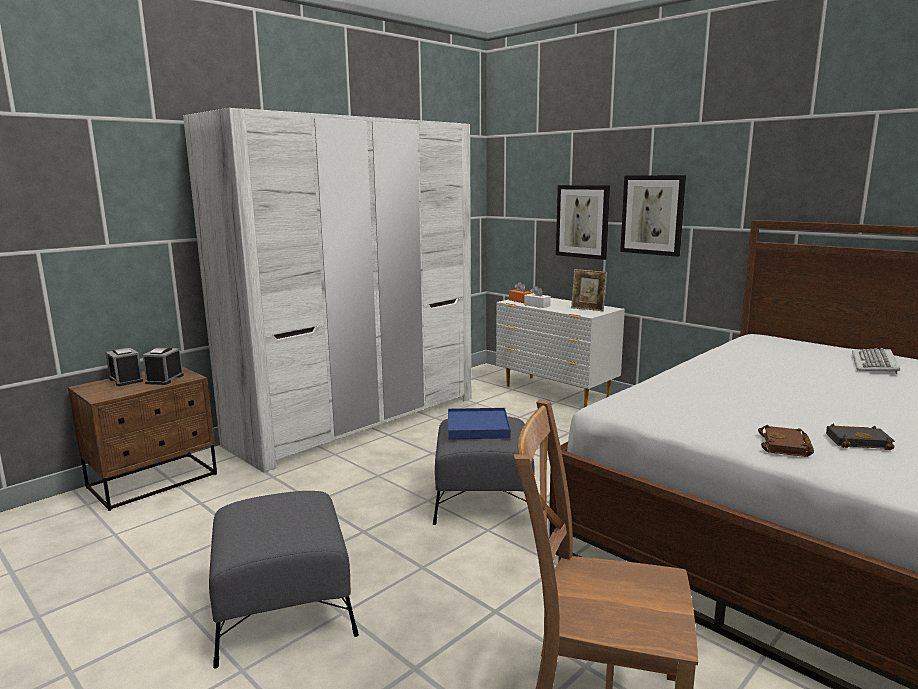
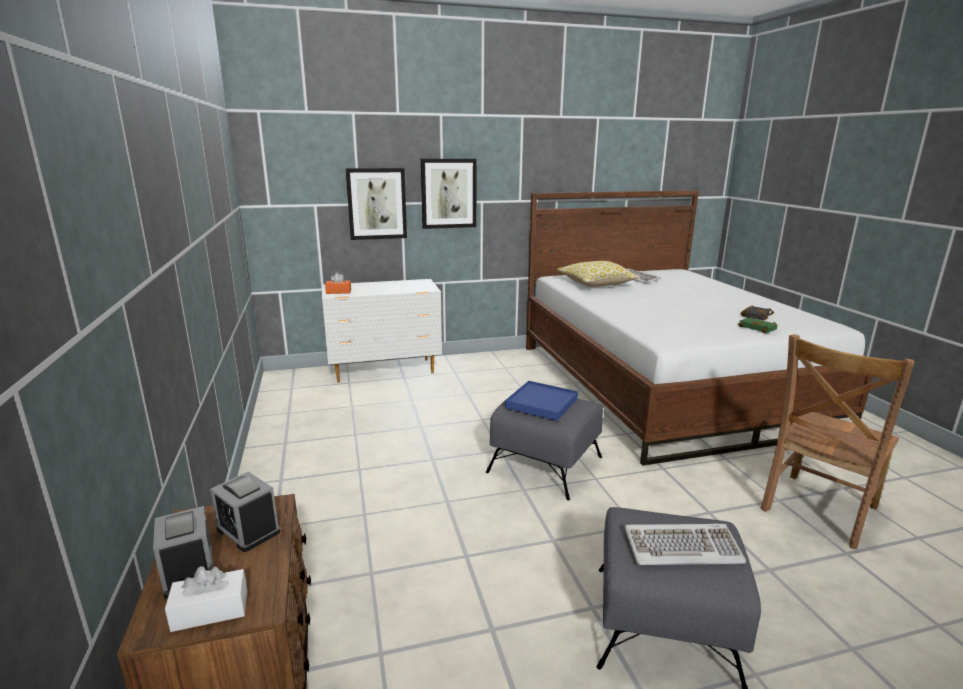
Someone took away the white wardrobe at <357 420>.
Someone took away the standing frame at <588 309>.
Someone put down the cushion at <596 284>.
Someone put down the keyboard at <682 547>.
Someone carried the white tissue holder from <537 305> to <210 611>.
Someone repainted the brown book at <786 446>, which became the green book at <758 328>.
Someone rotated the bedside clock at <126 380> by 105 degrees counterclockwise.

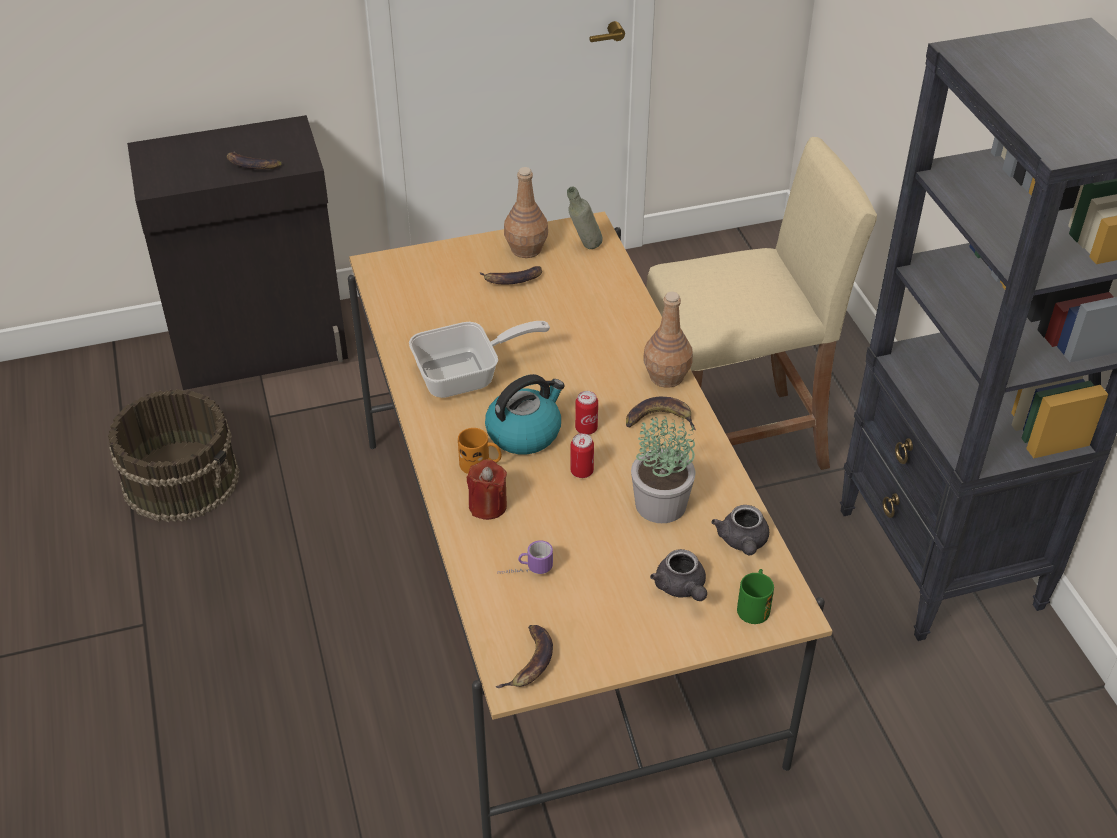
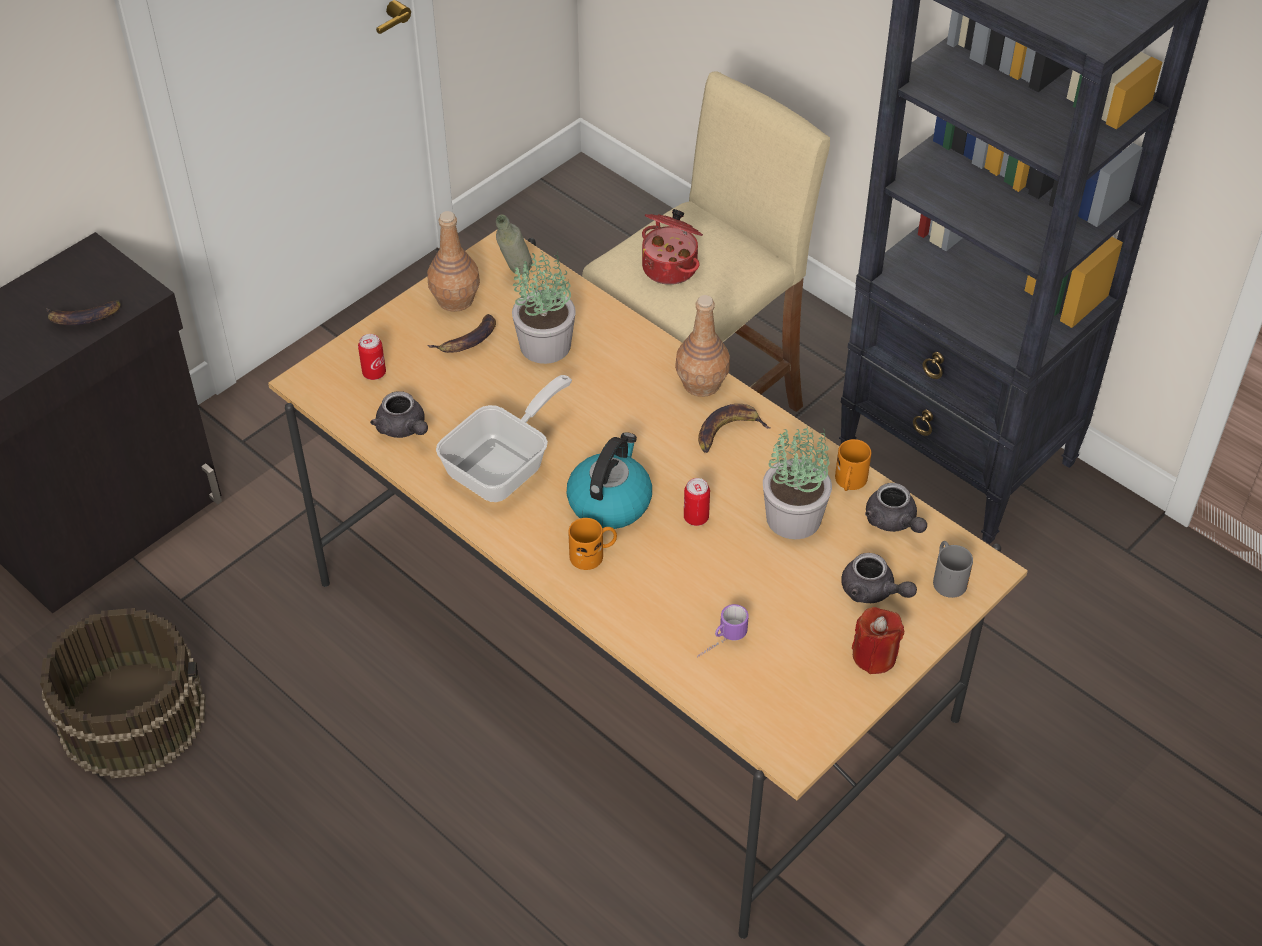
Someone took away the banana at <530 662>.
Someone put down the grey tea pot at <403 429>.
Someone put down the houseplant at <545 344>.
Someone put down the cooking pot at <671 267>.
Someone put down the orangey tea mug at <850 483>.
Someone carried the red candle from <488 506> to <874 656>.
Someone carried the can from <586 428> to <374 373>.
Someone repainted the green tea mug at <754 605>, which became the grey tea mug at <946 578>.

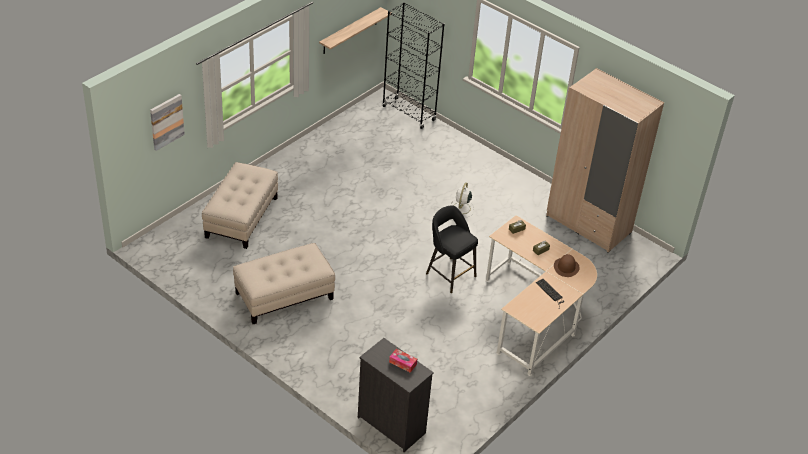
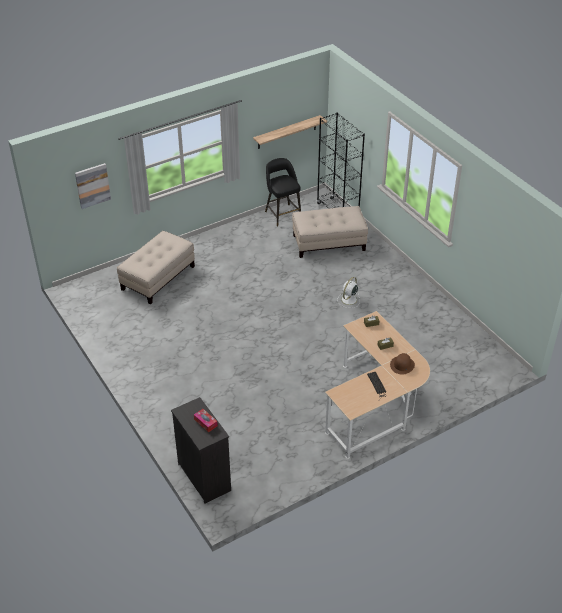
Someone took away the beige-coloured wardrobe at <588 224>.
Someone carried the beige-coloured footrest from <284 296> to <329 243>.
Someone carried the black stool from <449 274> to <282 214>.

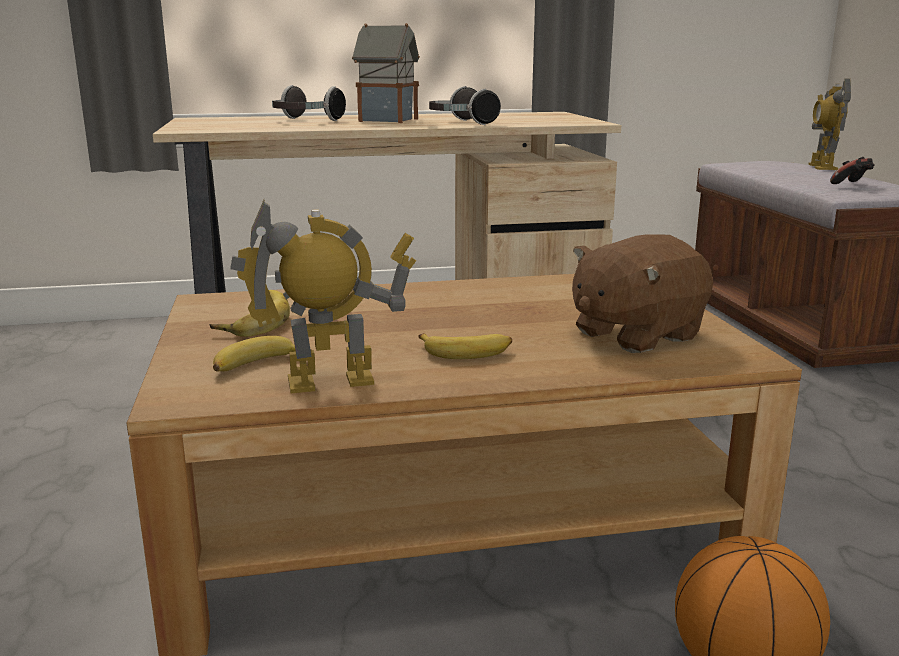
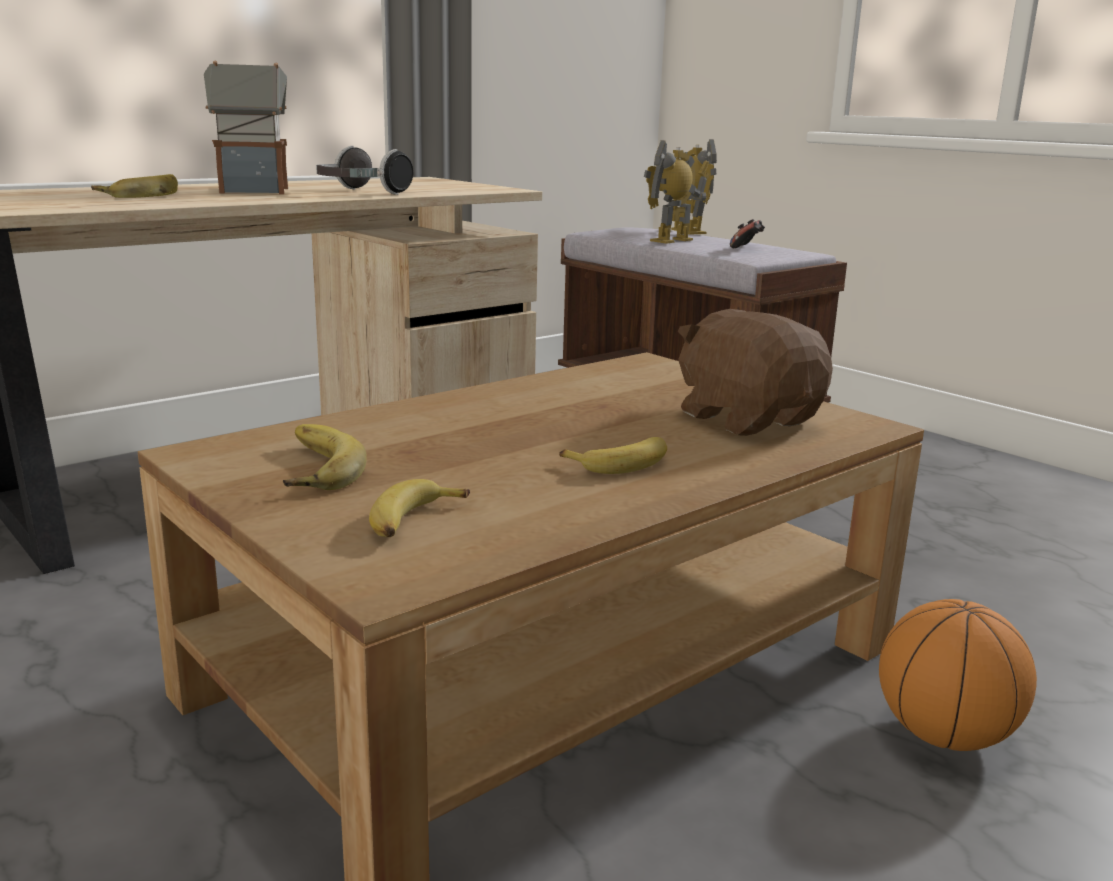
Someone carried the robot figure from <330 382> to <672 240>.
Someone swapped the pair of headphones at <305 121> for the banana at <140 194>.
Someone rotated the brown cuddly toy at <635 334> by 120 degrees clockwise.

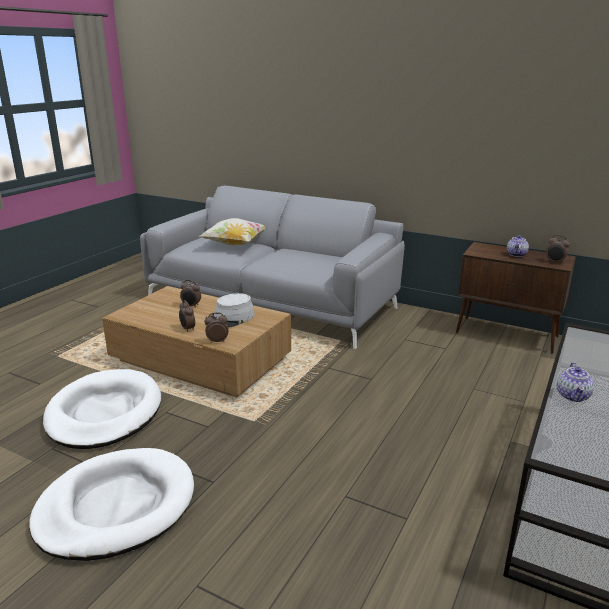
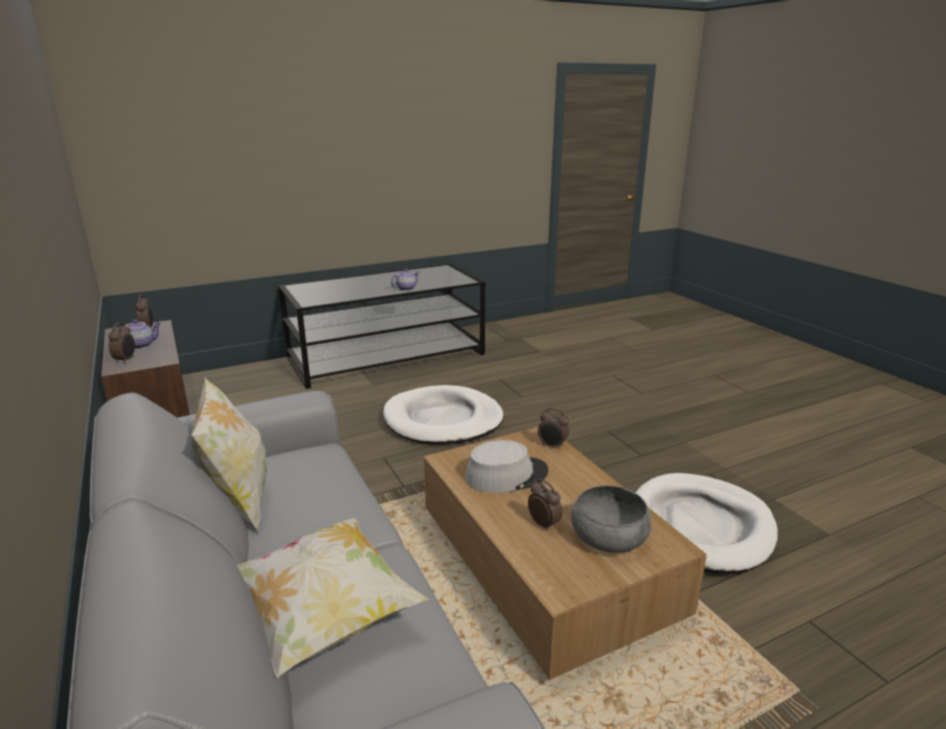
Someone put down the cushion at <239 499>.
Someone put down the grey serving bowl at <608 535>.
Someone carried the white dog cushion from <116 507> to <443 420>.
Someone carried the bedside clock from <187 329> to <126 360>.

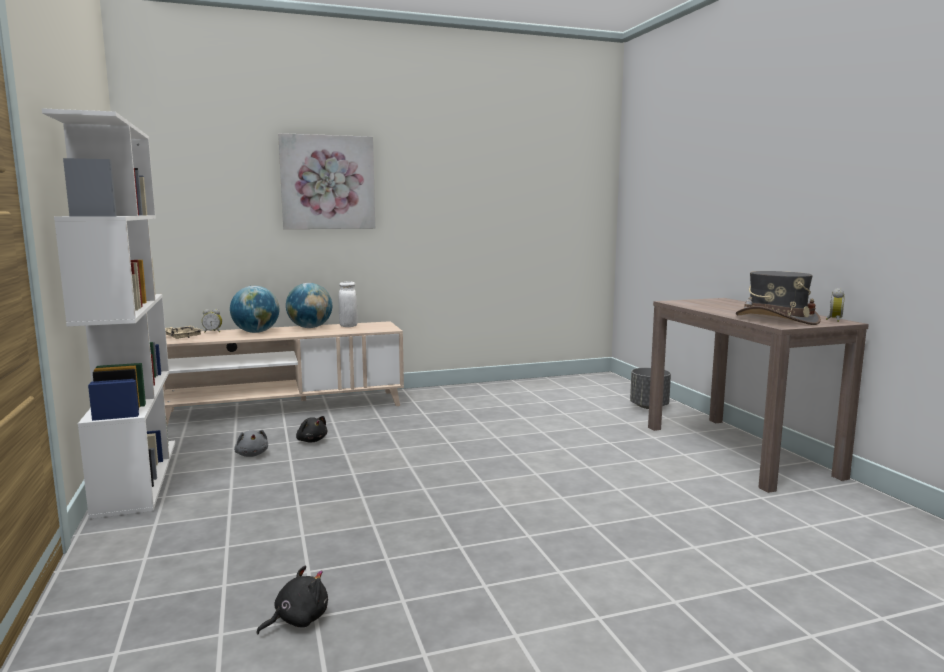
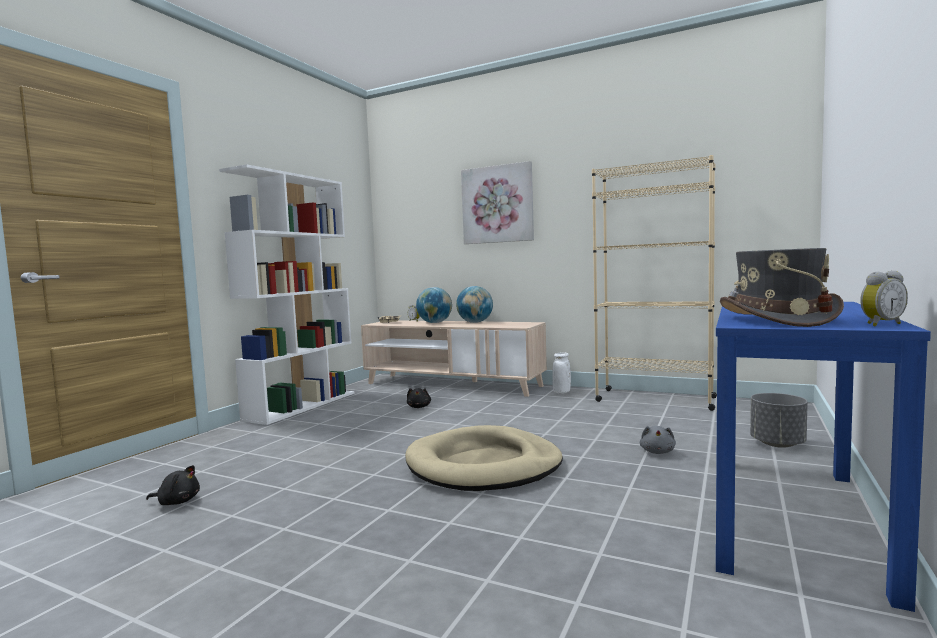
Someone put down the beige-coloured dog cushion at <484 465>.
Someone put down the beige-coloured bookshelf at <654 399>.
Someone carried the grey cuddly toy from <252 454> to <657 452>.
Someone carried the white decorative vase from <348 326> to <561 392>.
Someone repainted the brown hall table at <738 451>, which became the blue-coloured hall table at <793 517>.

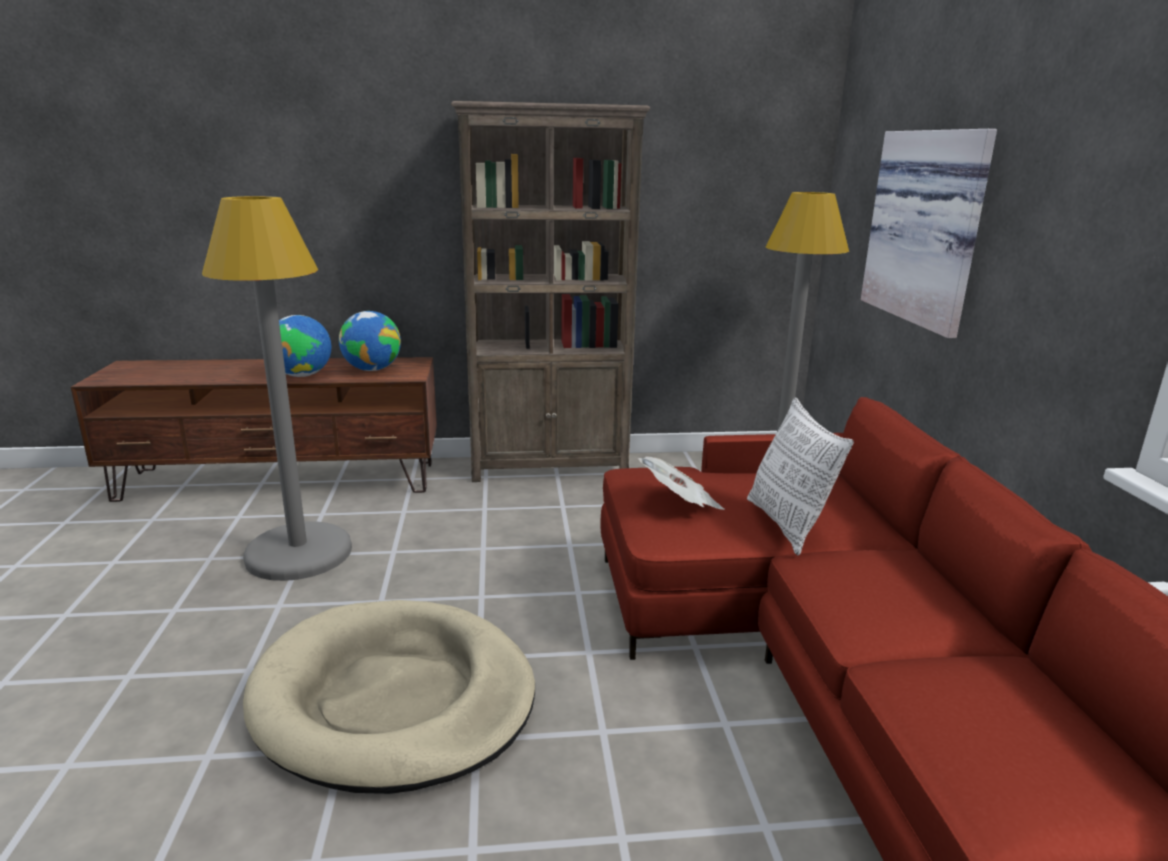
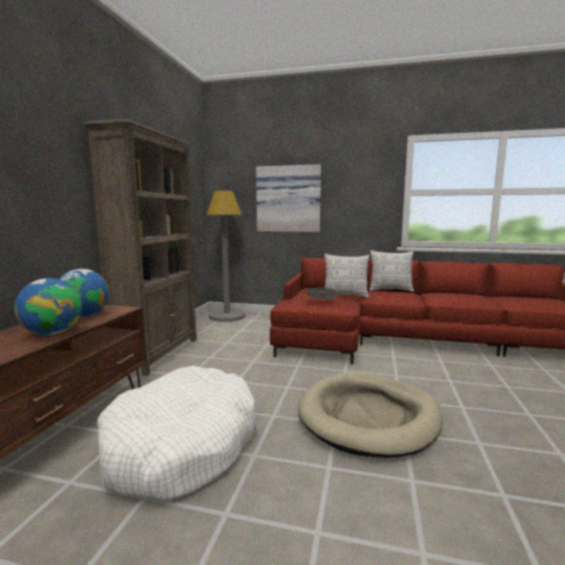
Someone put down the cushion at <390 290>.
Someone swapped the grey floor lamp at <299 553> for the white dog cushion at <182 446>.

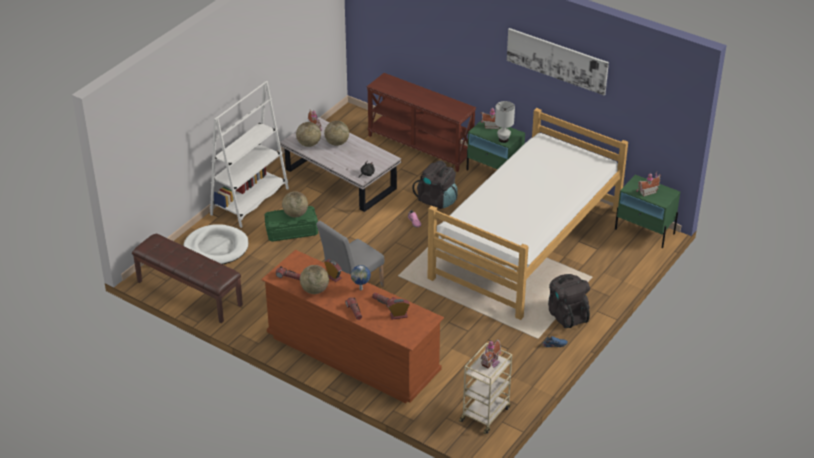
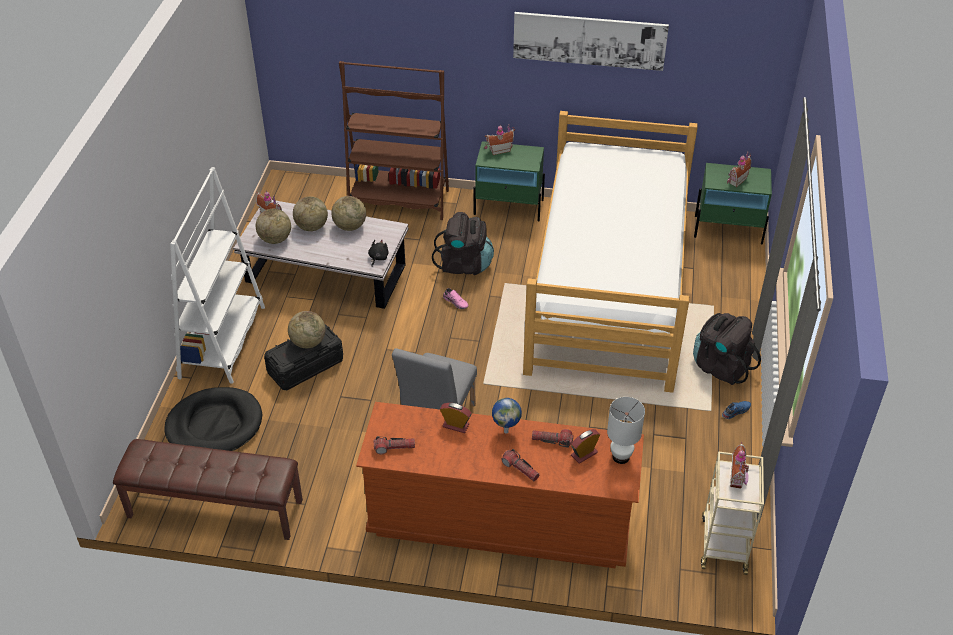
Someone carried the globe from <314 290> to <350 226>.
Someone carried the white tabletop lamp from <503 139> to <620 456>.
Someone swapped the brown hall table at <421 146> for the brown bookshelf at <399 200>.
Someone repainted the white dog cushion at <216 247>, which became the black dog cushion at <214 425>.
Someone repainted the green storage box at <292 231>, which became the black storage box at <306 367>.

